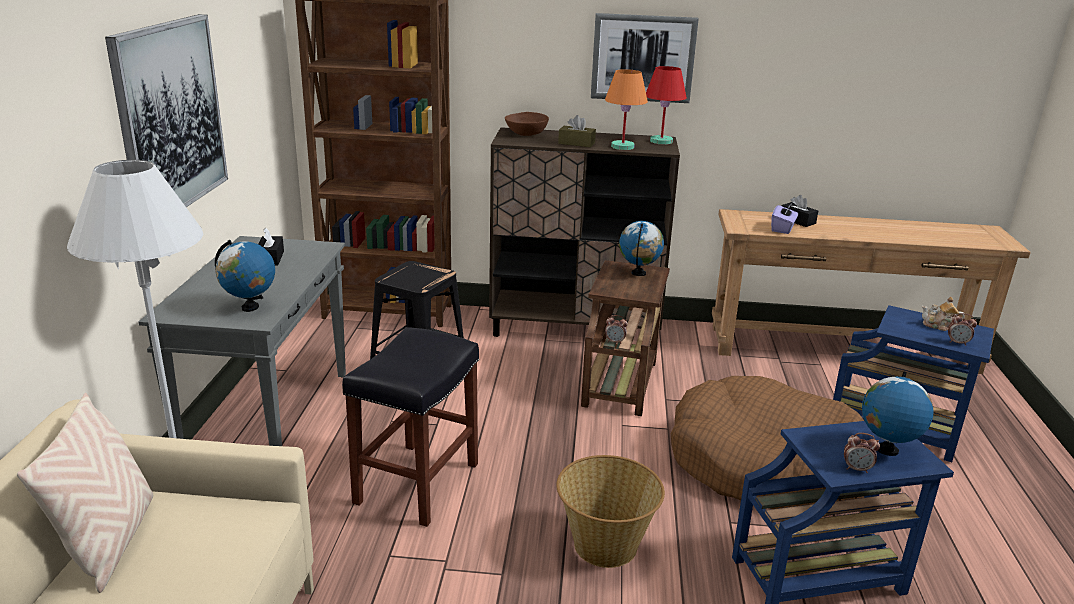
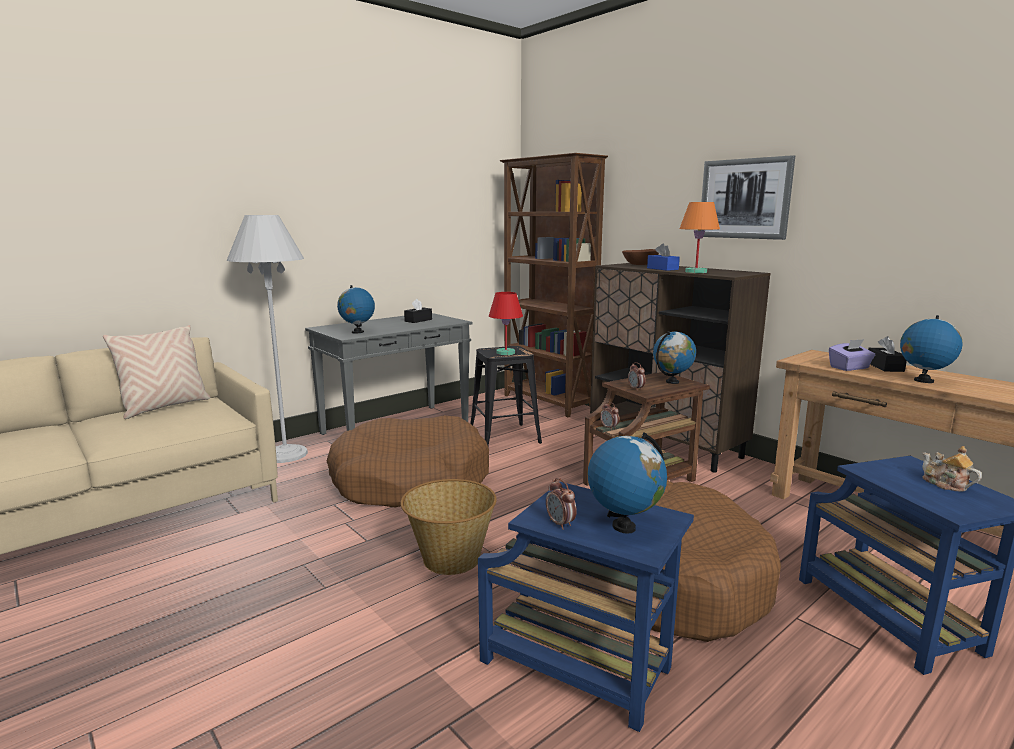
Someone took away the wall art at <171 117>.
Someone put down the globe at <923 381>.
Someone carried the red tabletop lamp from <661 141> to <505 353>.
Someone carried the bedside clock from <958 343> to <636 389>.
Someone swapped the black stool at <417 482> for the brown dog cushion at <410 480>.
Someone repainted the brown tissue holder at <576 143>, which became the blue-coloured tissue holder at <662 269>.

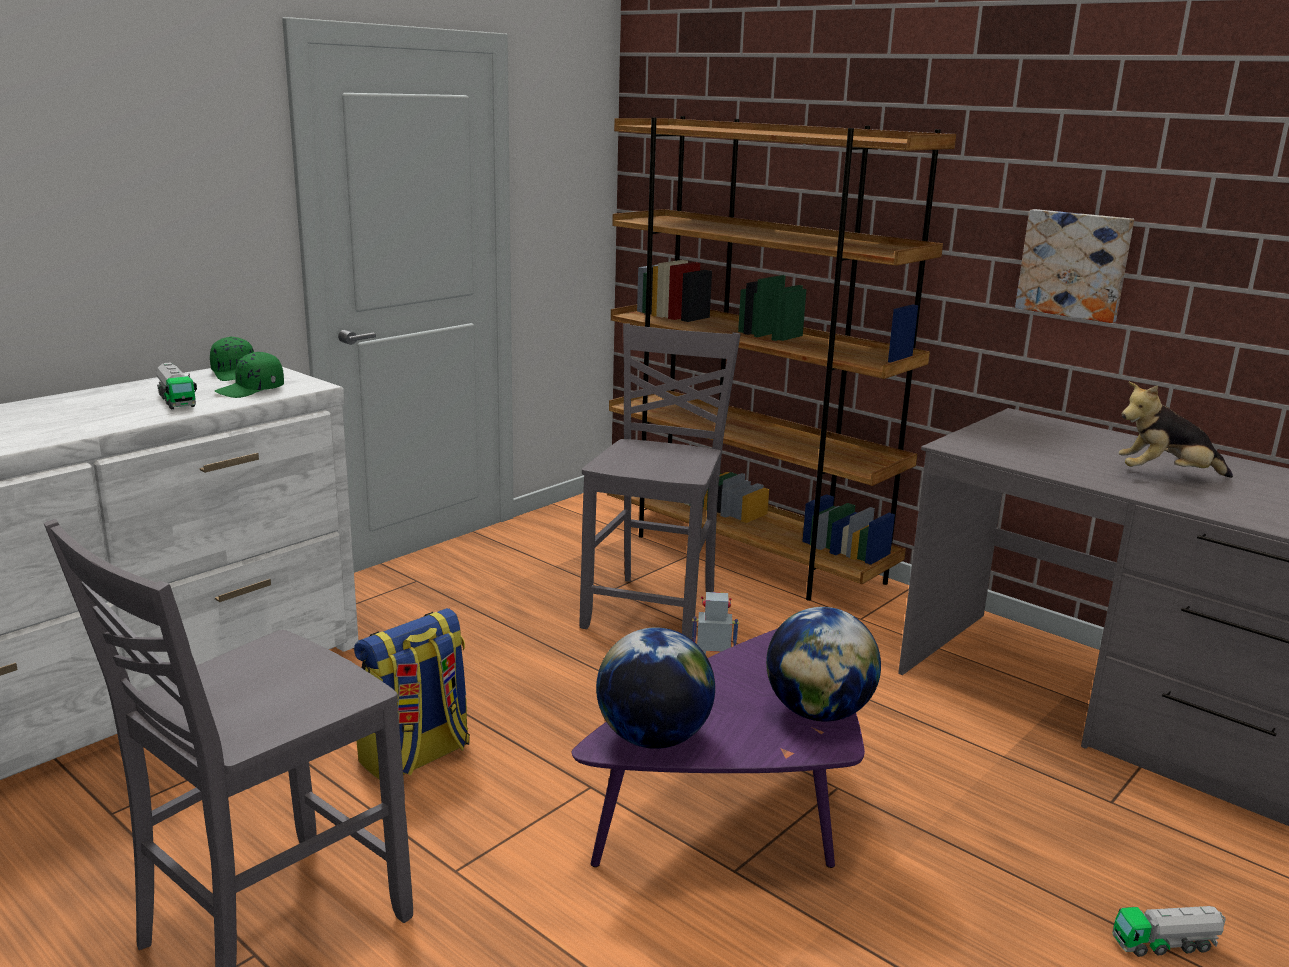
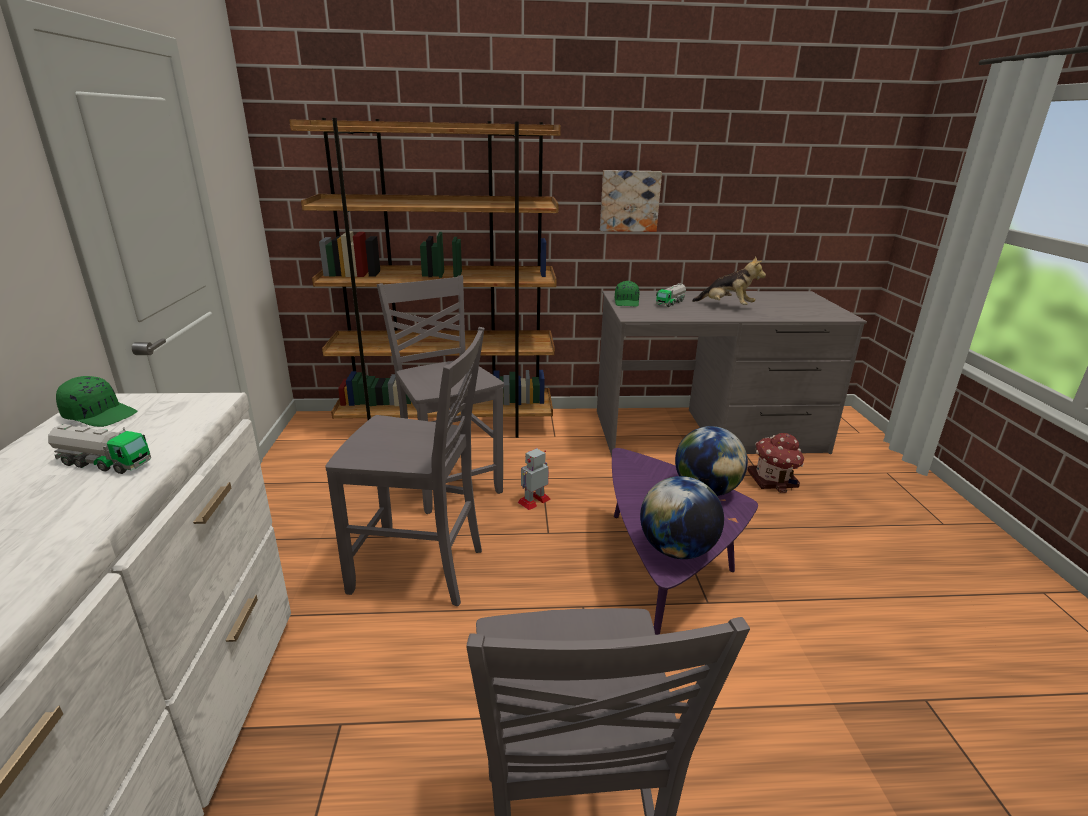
Someone took away the rucksack at <415 757>.
Someone put down the grey plain chair at <420 570>.
Someone put down the toy house at <773 479>.
Someone carried the green baseball cap from <251 390> to <627 302>.
Someone carried the toy truck from <1165 944> to <670 303>.
Someone rotated the cuddly toy at <1165 475> by 105 degrees counterclockwise.

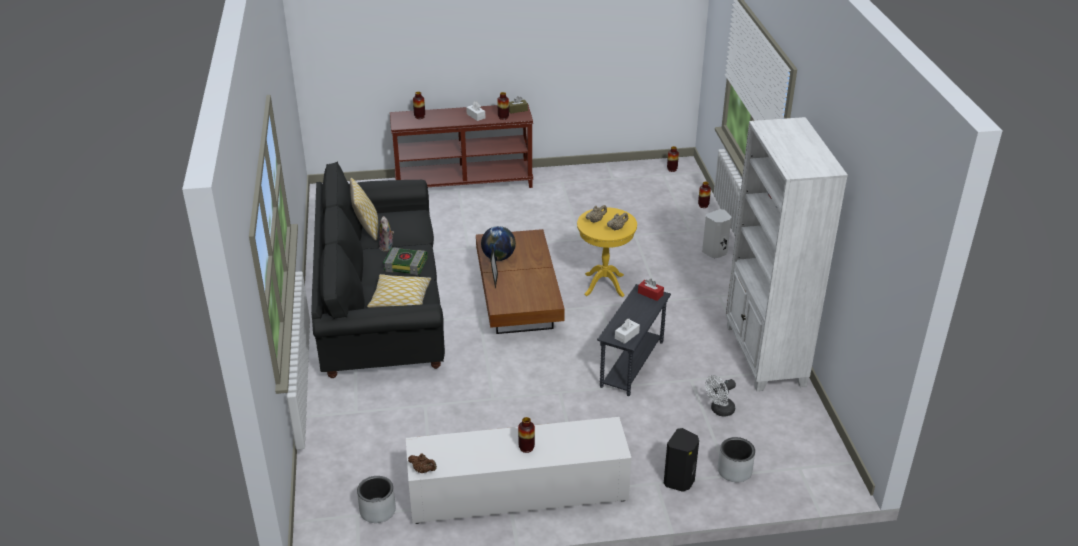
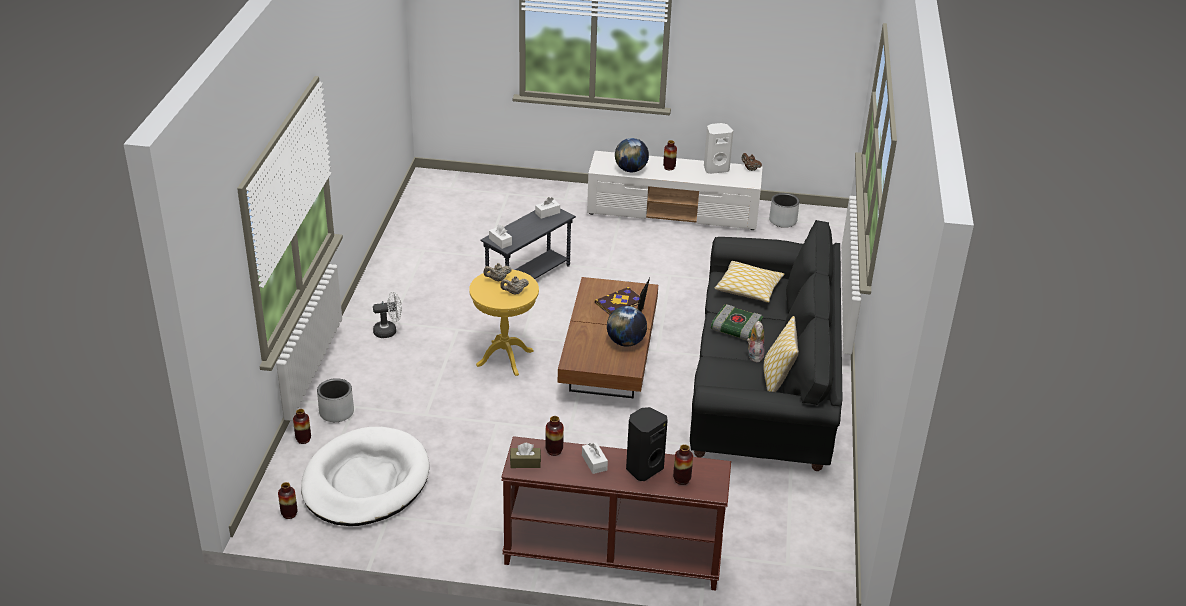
Someone took away the white bookshelf at <764 356>.
Someone put down the white dog cushion at <365 482>.
Someone put down the book at <619 303>.
Someone put down the globe at <630 170>.
Someone carried the black speaker from <680 481> to <643 468>.
Someone carried the white speaker from <715 252> to <715 168>.
Someone carried the white electric fan from <719 410> to <389 331>.
Someone carried the grey plant pot from <734 471> to <336 412>.
Someone repainted the red tissue holder at <650 294>, which became the white tissue holder at <500 241>.

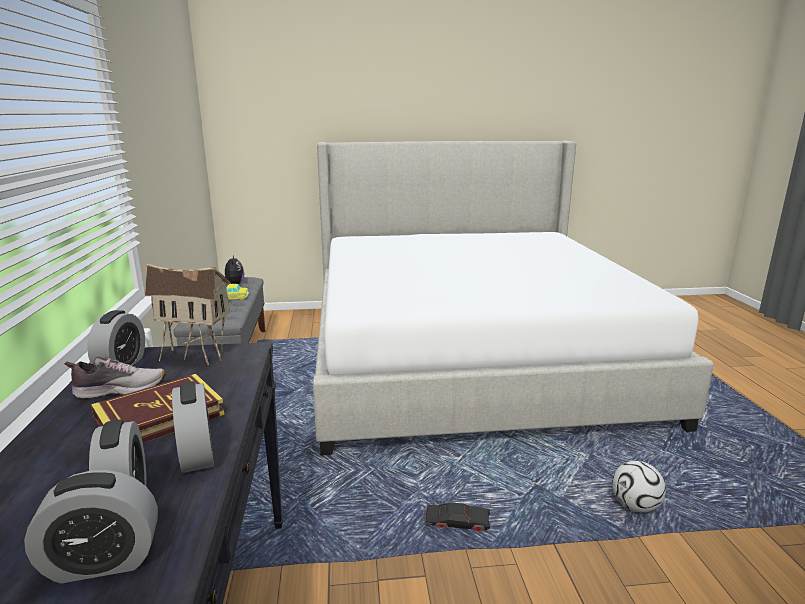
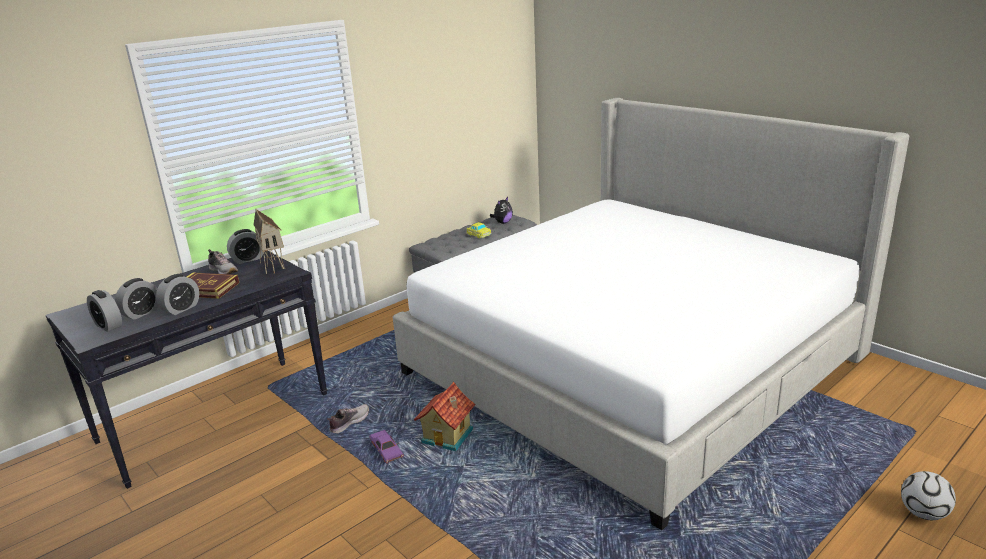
Someone put down the shoe at <349 423>.
Someone put down the toy house at <449 437>.
Someone carried the ball for football from <635 506> to <923 514>.
Someone repainted the black miniature car at <457 523>, which became the purple-coloured miniature car at <386 451>.

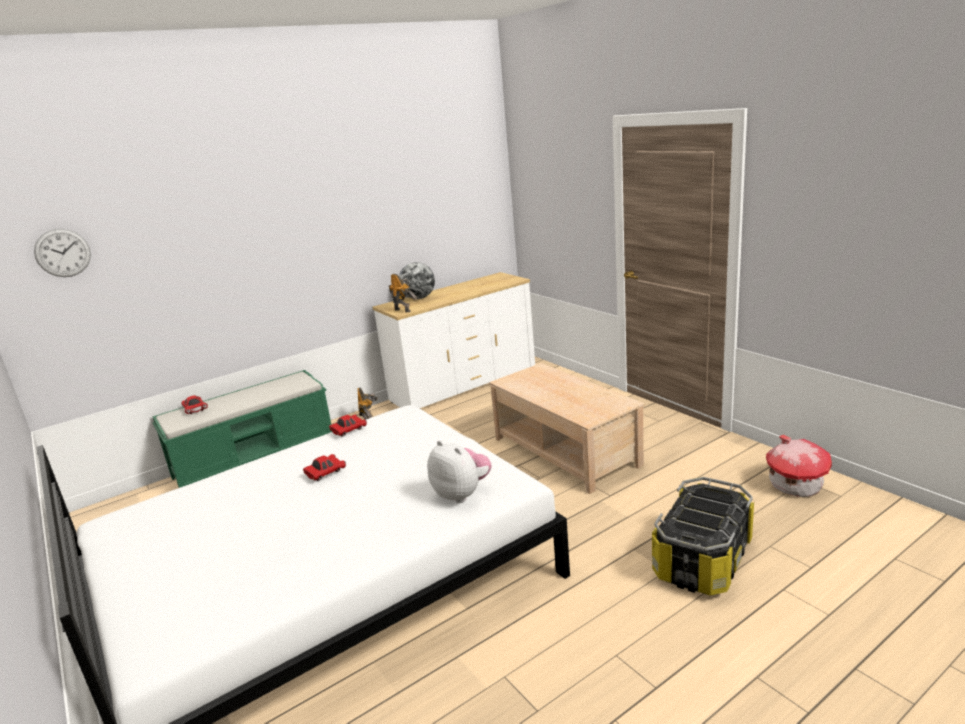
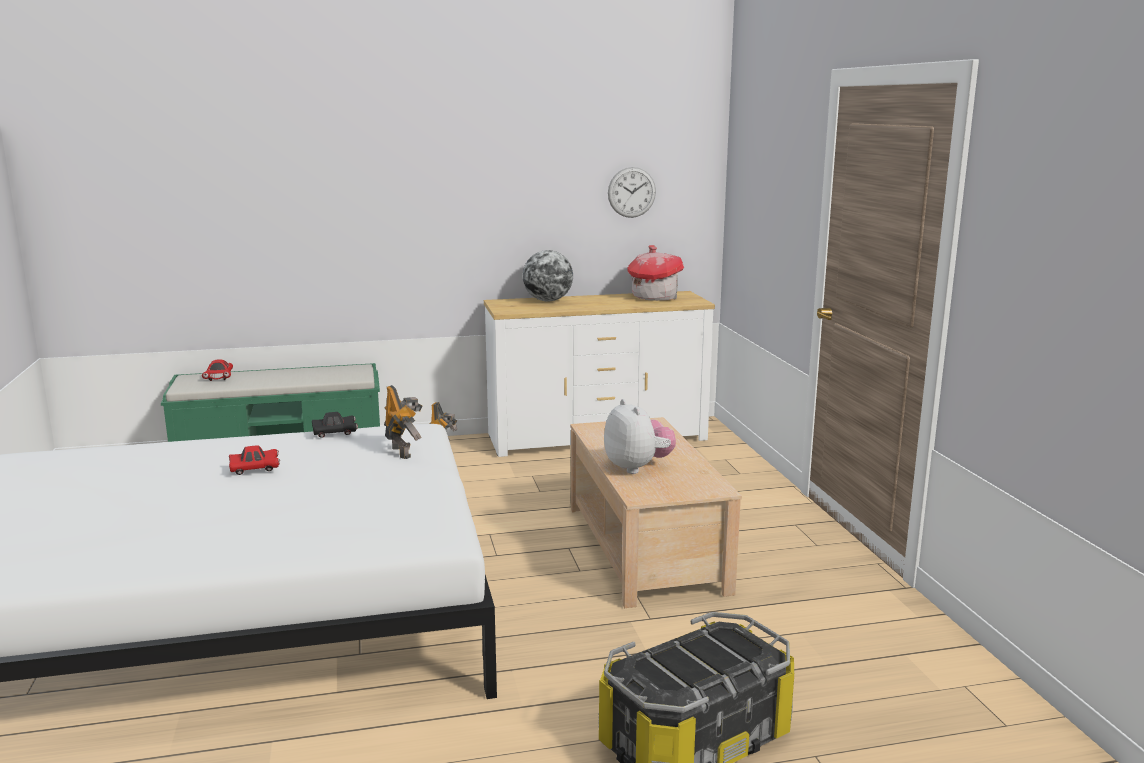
Someone carried the clock on the wall from <63 253> to <631 192>.
Someone carried the robot figure from <403 310> to <403 452>.
Someone carried the cuddly toy from <462 494> to <637 467>.
Someone carried the toy house from <794 485> to <655 297>.
Someone repainted the red miniature car at <348 431>, which became the black miniature car at <334 433>.

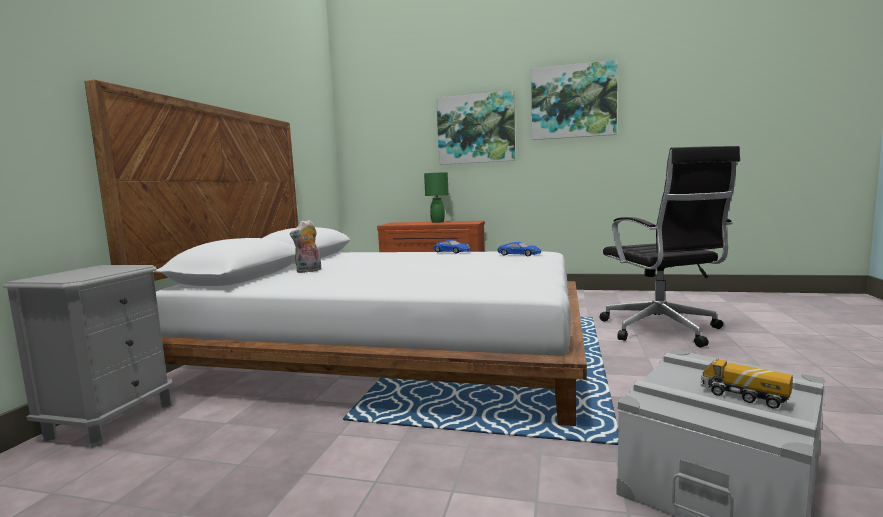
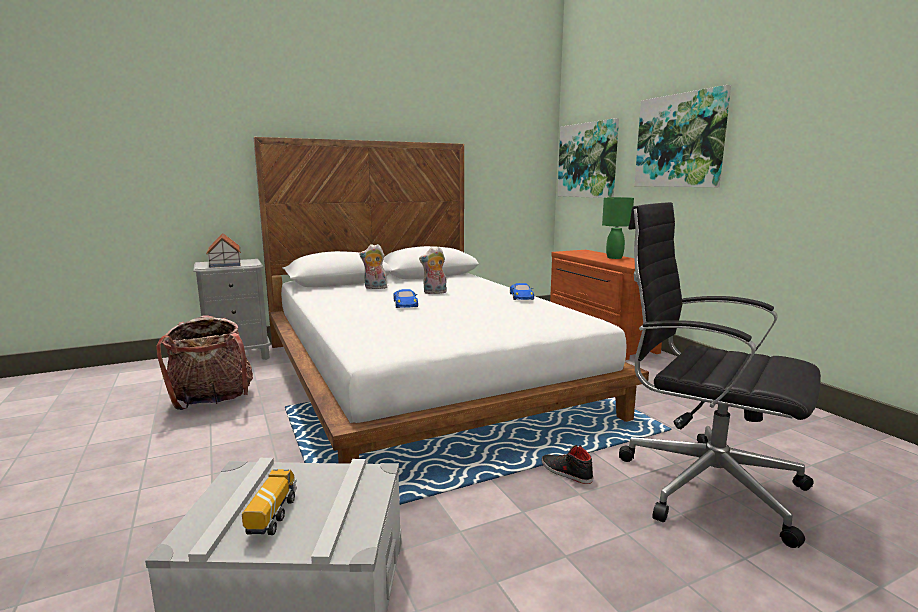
Someone put down the rucksack at <213 400>.
Someone put down the toy house at <225 263>.
Someone put down the cuddly toy at <434 293>.
Someone put down the black shoe at <566 472>.
Someone carried the blue-coloured miniature car from <519 254> to <405 304>.
Someone carried the wall art from <573 101> to <587 160>.
Someone rotated the black office chair at <661 330> by 90 degrees clockwise.

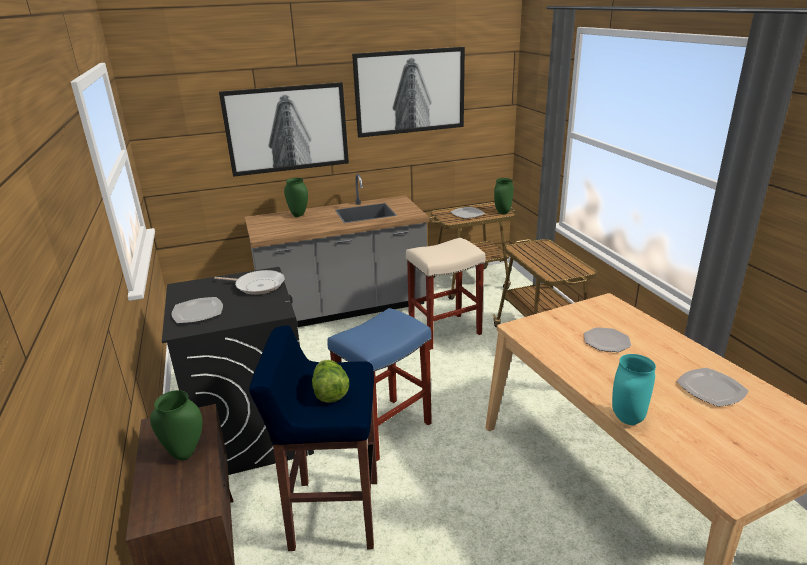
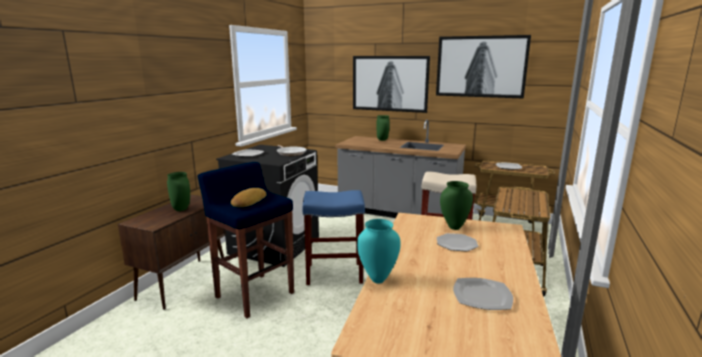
Someone carried the green decorative vase from <503 212> to <454 227>.
Someone swapped the lettuce head at <330 393> for the baked bread at <248 201>.

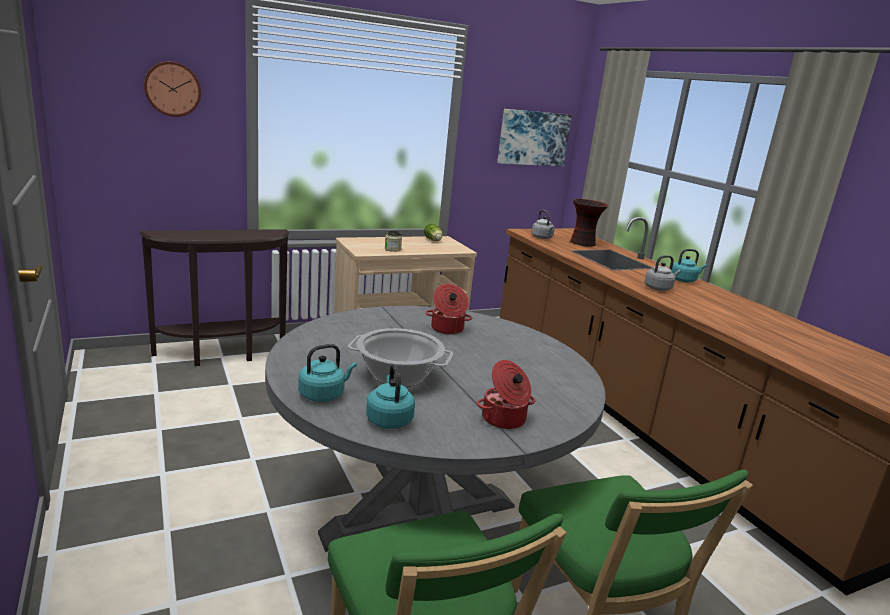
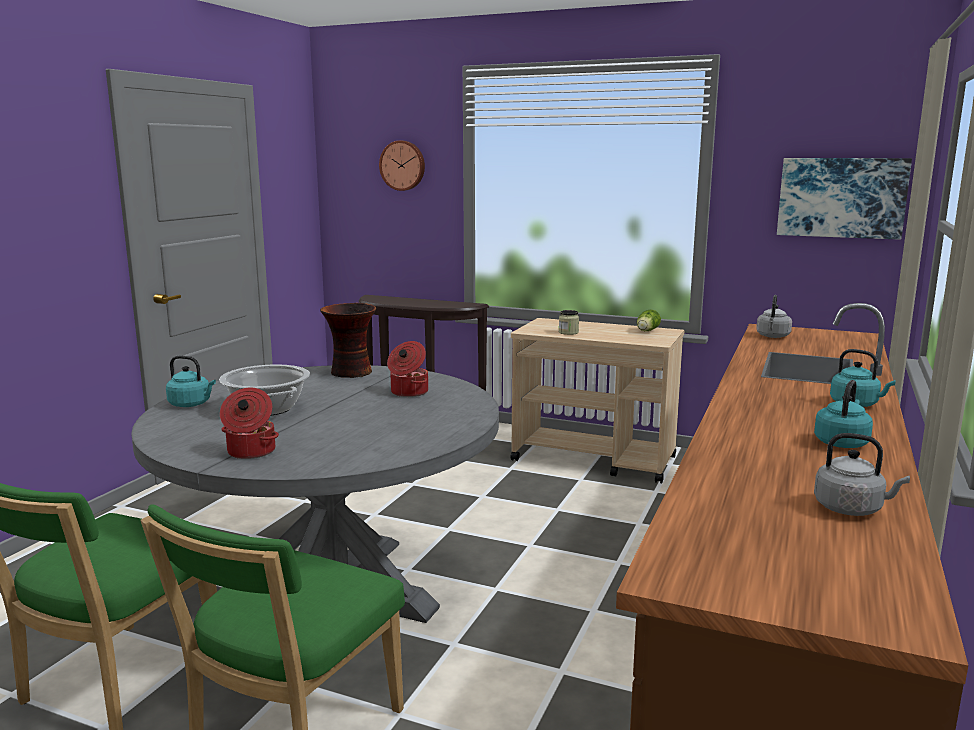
Someone carried the turquoise-coloured water kettle from <389 419> to <842 442>.
Someone carried the decorative vase from <583 243> to <351 373>.
Someone carried the grey water kettle from <659 288> to <851 509>.

